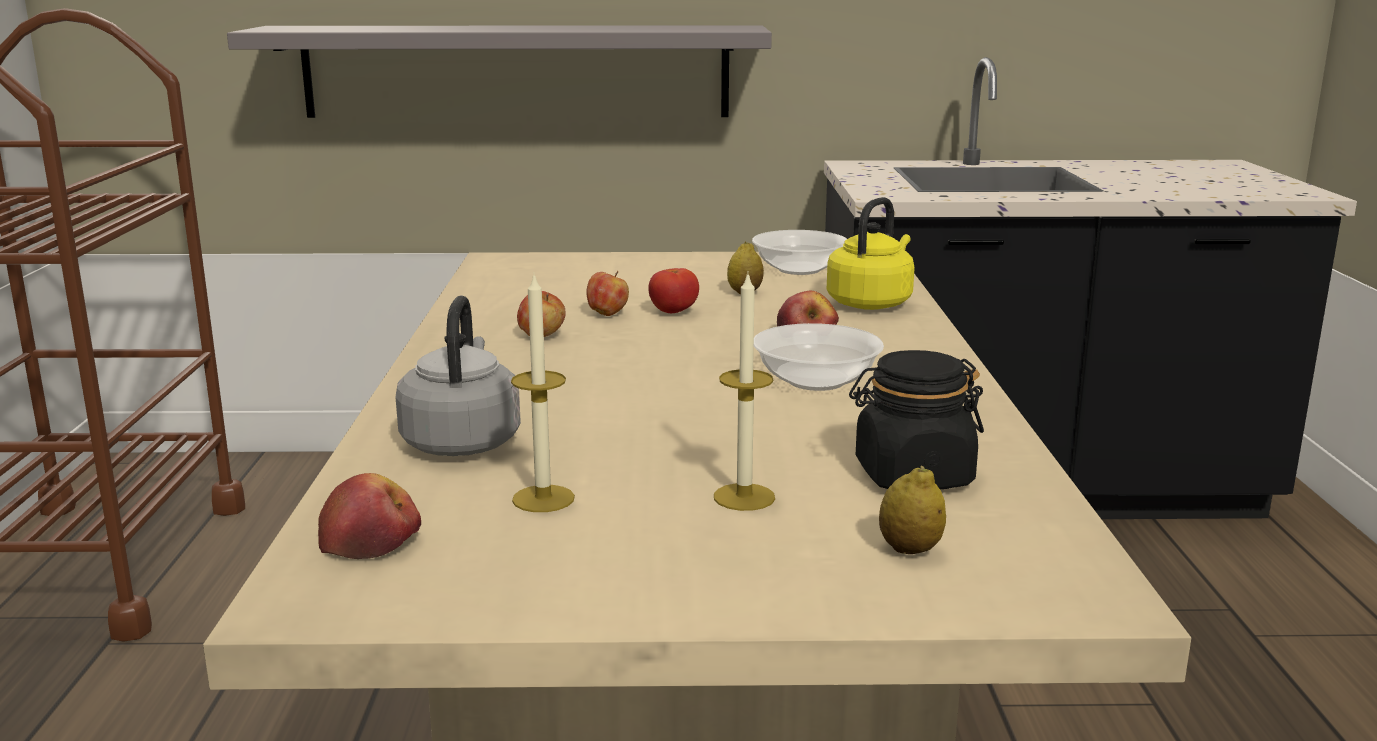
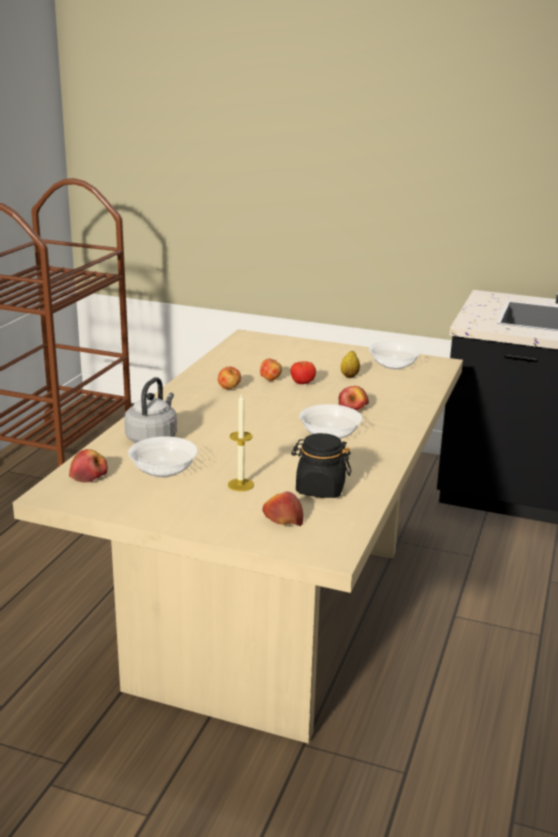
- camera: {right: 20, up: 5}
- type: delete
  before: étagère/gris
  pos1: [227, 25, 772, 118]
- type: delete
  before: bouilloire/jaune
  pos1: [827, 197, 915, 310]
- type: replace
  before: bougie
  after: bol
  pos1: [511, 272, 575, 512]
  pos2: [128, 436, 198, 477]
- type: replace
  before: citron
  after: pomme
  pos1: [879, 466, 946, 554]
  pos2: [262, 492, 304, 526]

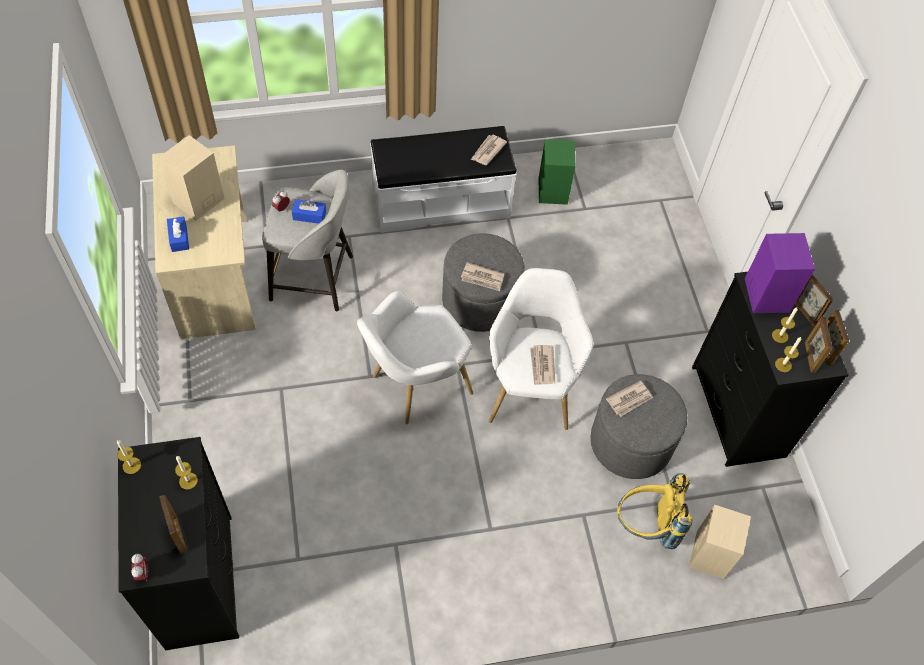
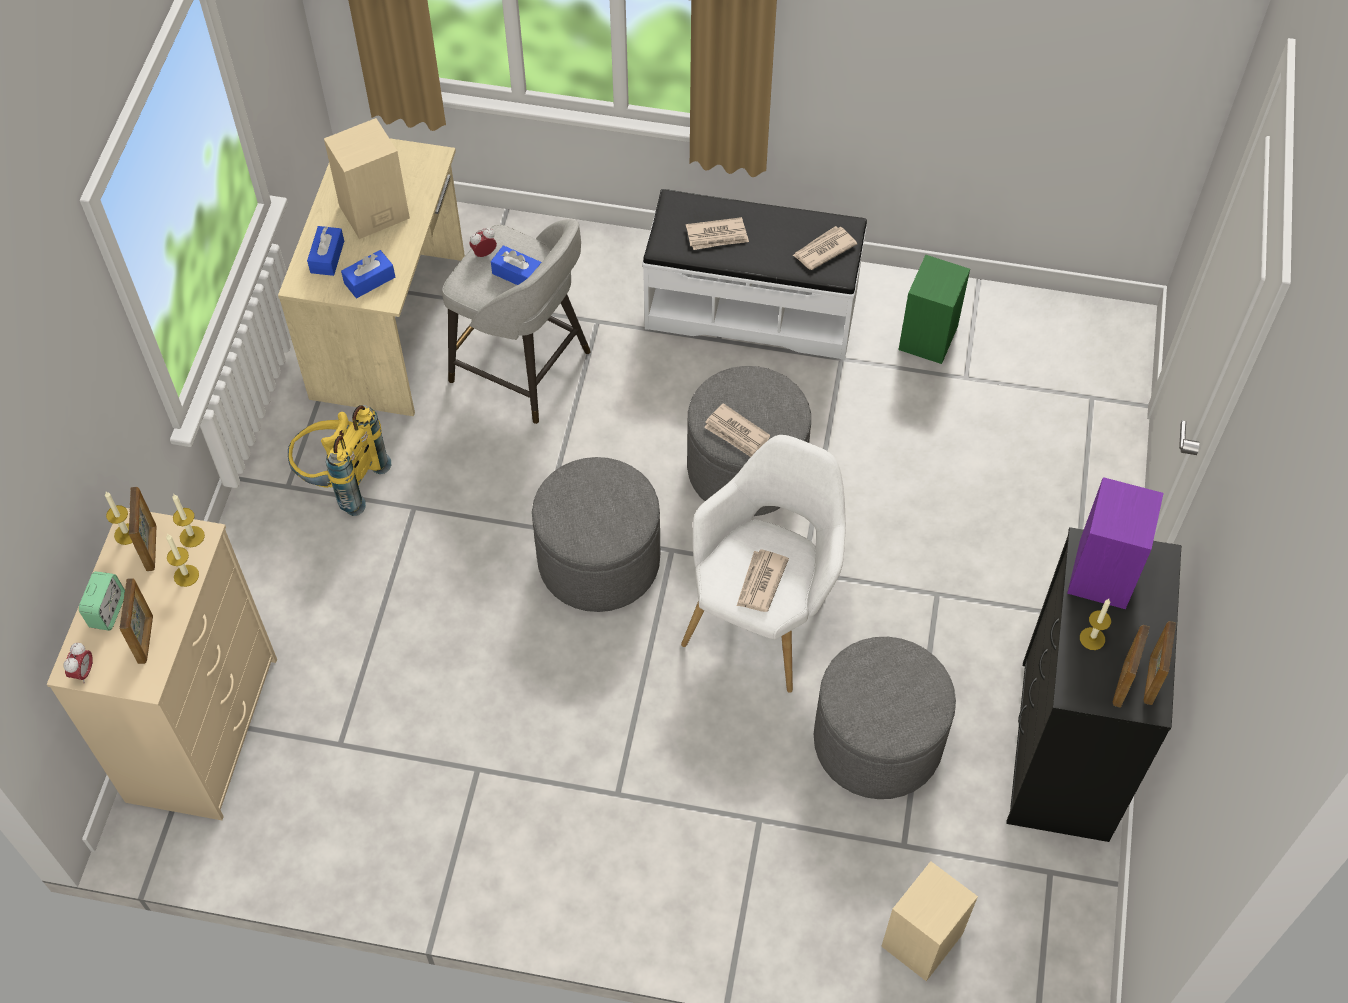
- camera: {right: 25, up: 0}
- type: insert
  after: réveil
  pos2: [79, 571, 125, 631]
- type: insert
  after: boîte à mouchoirs/bleu
  pos2: [341, 250, 395, 298]
- type: move
  before: journal
  pos1: [606, 380, 653, 417]
  pos2: [686, 217, 749, 250]
- type: move
  before: sac à dos/jaune
  pos1: [617, 473, 693, 549]
  pos2: [288, 405, 391, 516]
- type: move
  before: bougie
  pos1: [775, 337, 801, 372]
  pos2: [172, 494, 205, 547]
- type: move
  before: cadre photo
  pos1: [795, 274, 833, 327]
  pos2: [129, 487, 156, 571]
- type: replace
  before: fauteuil/blanc
  after: pouf/gris
  pos1: [357, 291, 473, 424]
  pos2: [532, 457, 660, 612]
- type: recolor
  before: commode/noir
  after: commode/beige
  pos1: [118, 437, 239, 650]
  pos2: [47, 508, 277, 820]

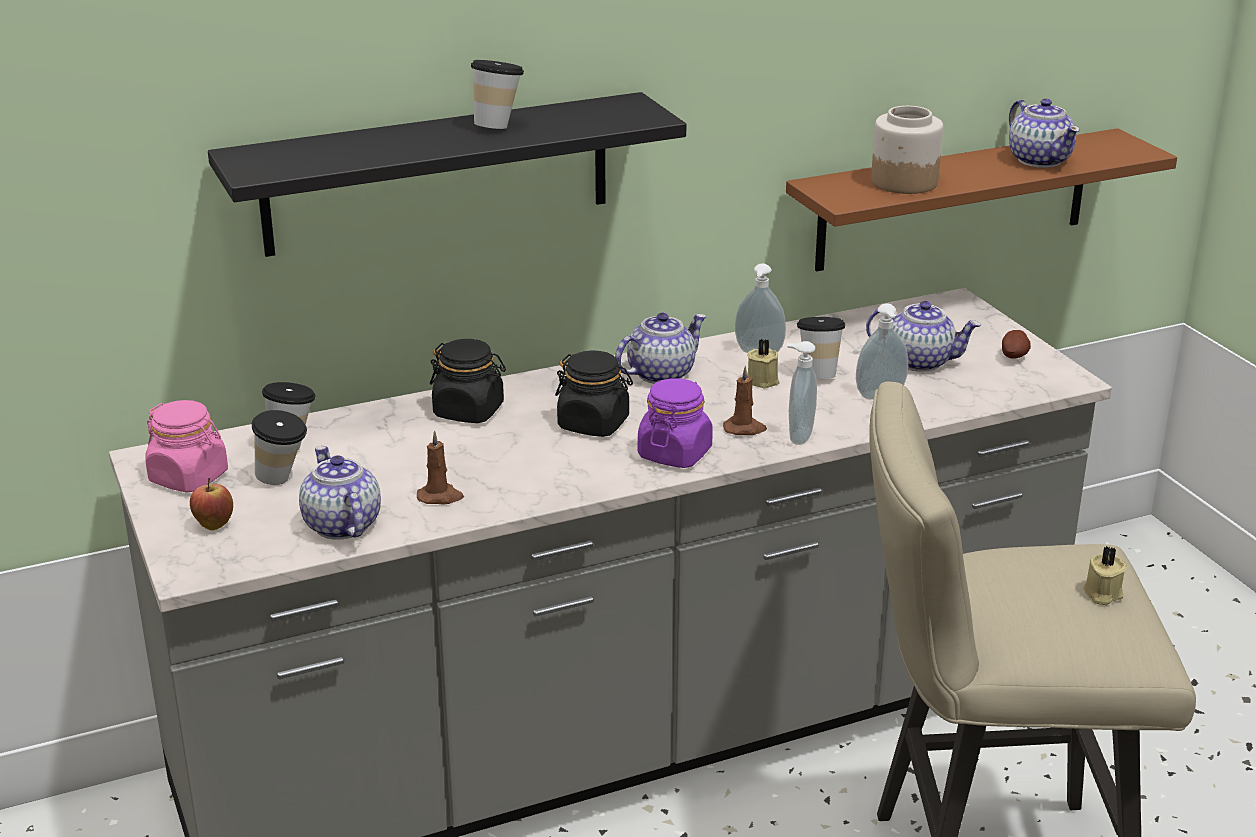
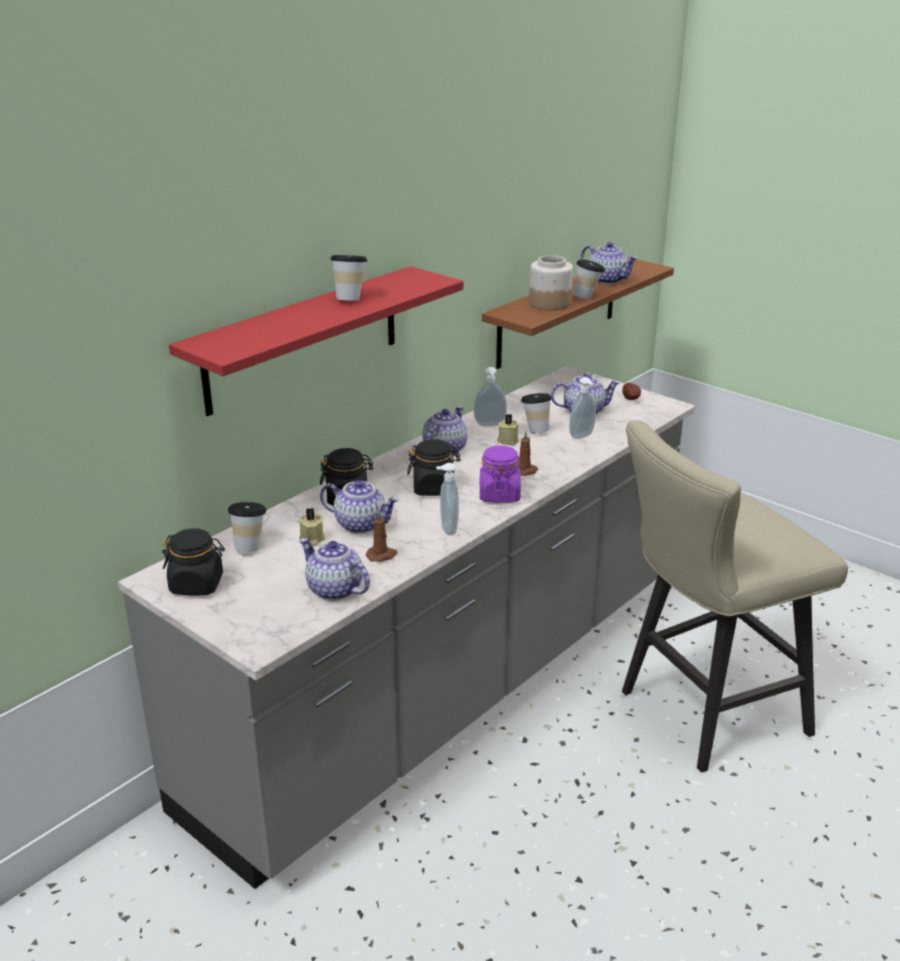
- camera: {right: -25, up: 0}
- type: delete
  before: pomme
  pos1: [190, 478, 233, 530]
- type: insert
  after: théière
  pos2: [320, 480, 400, 533]
- type: move
  before: tasse
  pos1: [252, 410, 307, 485]
  pos2: [573, 259, 605, 299]
- type: move
  before: distributeur de savon
  pos1: [787, 341, 817, 445]
  pos2: [436, 463, 459, 535]
- type: move
  before: bougie/beige
  pos1: [1083, 546, 1127, 605]
  pos2: [299, 508, 325, 546]
- type: recolor
  before: bocal/rose
  after: bocal/noir
  pos1: [145, 400, 228, 492]
  pos2: [162, 528, 225, 595]
- type: recolor
  before: étagère/noir
  after: étagère/rouge
  pos1: [208, 92, 686, 257]
  pos2: [169, 266, 463, 416]

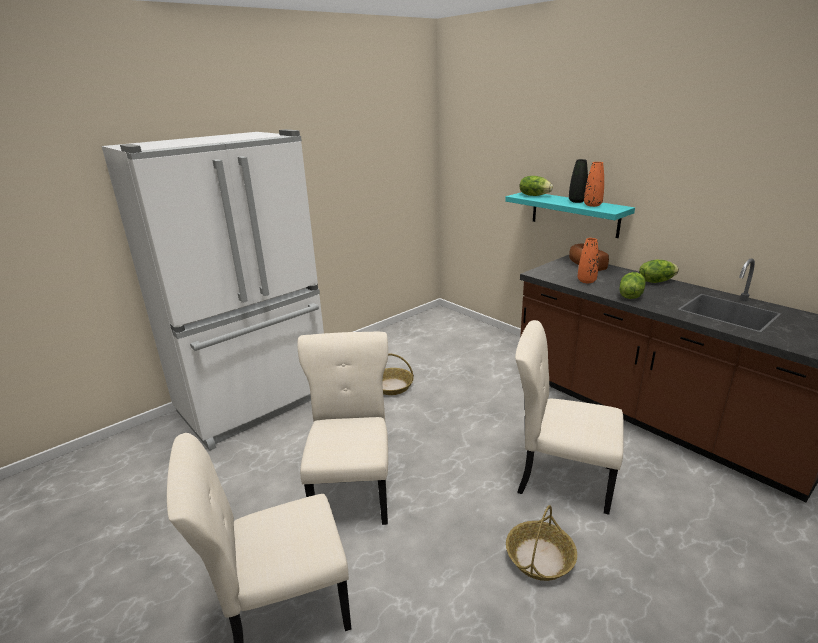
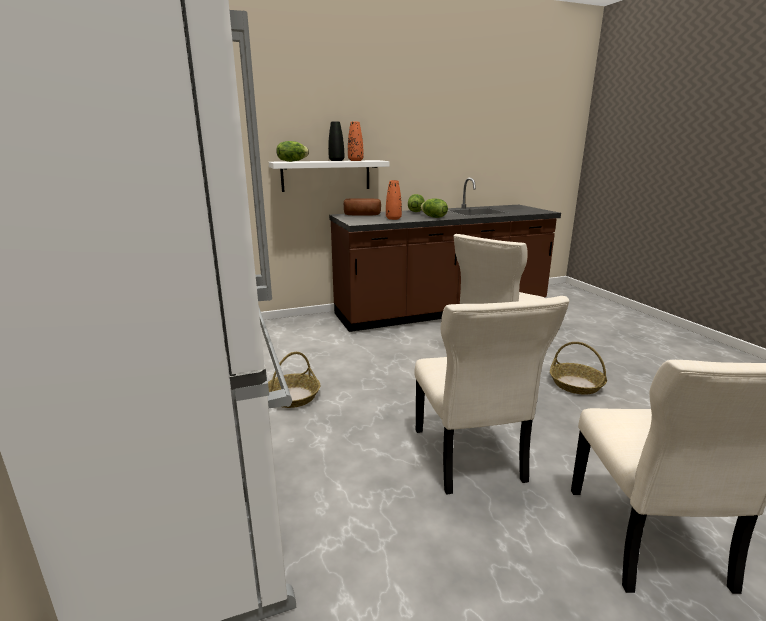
- camera: {right: -70, up: -5}
- type: recolor
  before: étagère/turquoise
  after: étagère/blanc
  pos1: [505, 192, 635, 238]
  pos2: [269, 160, 390, 192]
- type: rotate
  before: chaise/beige
  pos1: [297, 332, 388, 525]
  pos2: [414, 296, 569, 495]
  turn: -120

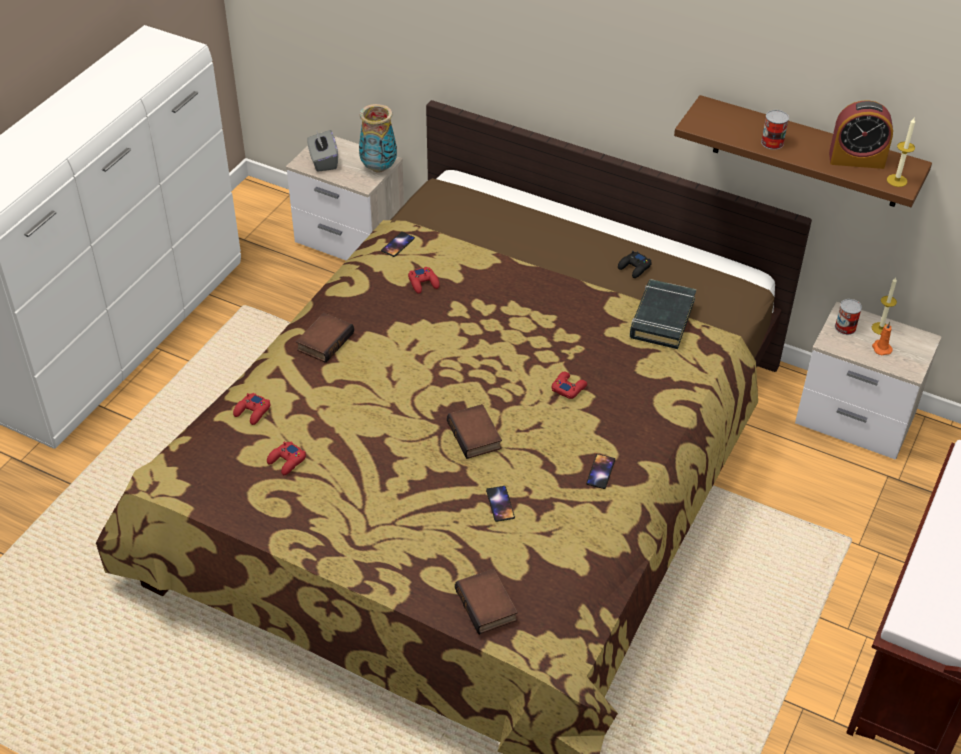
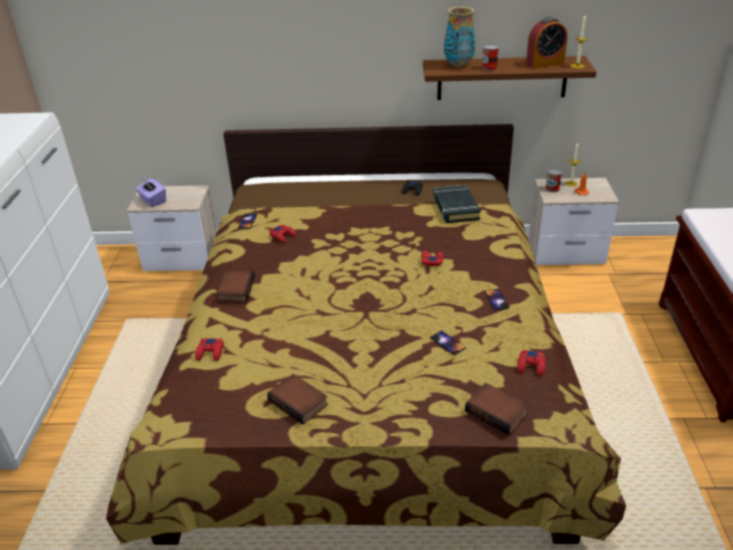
- camera: {right: -25, up: -10}
- type: move
  before: manette/rouge
  pos1: [267, 442, 306, 475]
  pos2: [517, 350, 546, 376]
- type: move
  before: vase
  pos1: [359, 104, 397, 173]
  pos2: [444, 7, 475, 67]
- type: move
  before: livre
  pos1: [447, 404, 502, 459]
  pos2: [267, 374, 328, 425]
- type: recolor
  before: boîte à mouchoirs/gris
  after: boîte à mouchoirs/violet
  pos1: [307, 130, 338, 172]
  pos2: [136, 178, 166, 207]

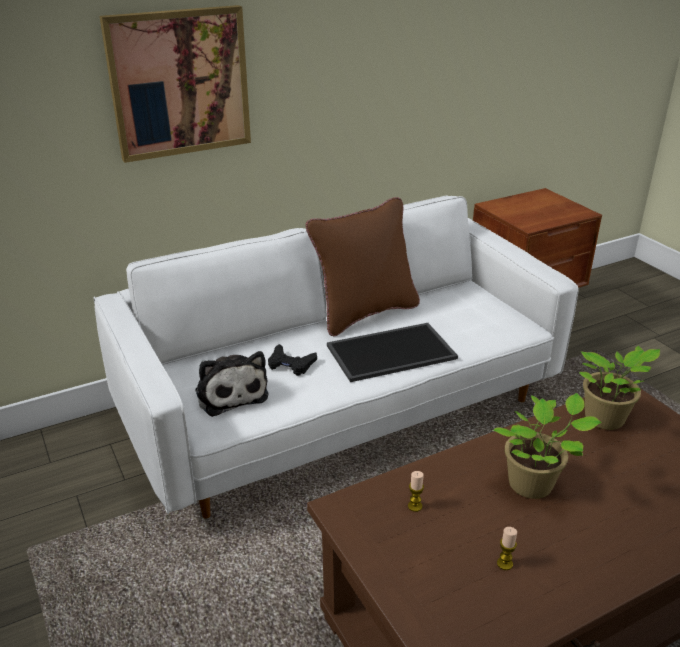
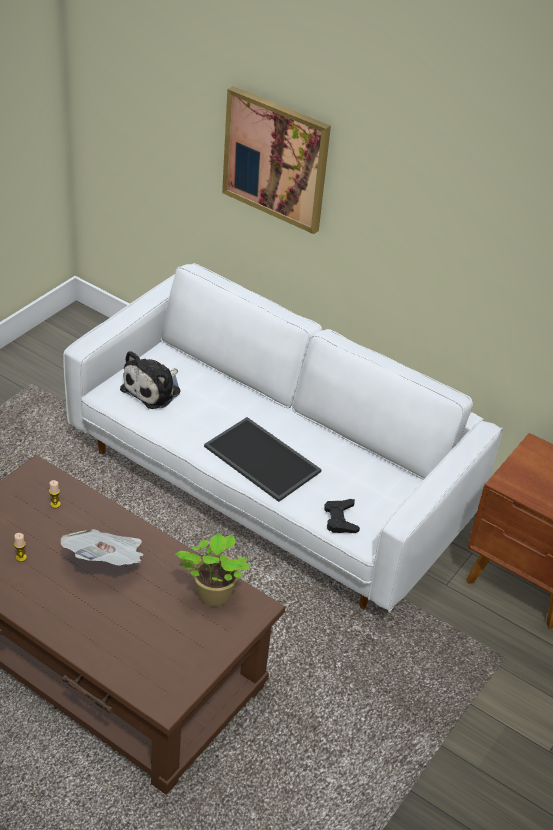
- camera: {right: 60, up: 10}
- type: delete
  before: coussin/marron
  pos1: [306, 197, 420, 336]
- type: move
  before: manette/noir
  pos1: [268, 344, 317, 376]
  pos2: [324, 499, 360, 533]
- type: replace
  before: plante en pot
  after: journal
  pos1: [493, 393, 602, 499]
  pos2: [61, 529, 143, 566]

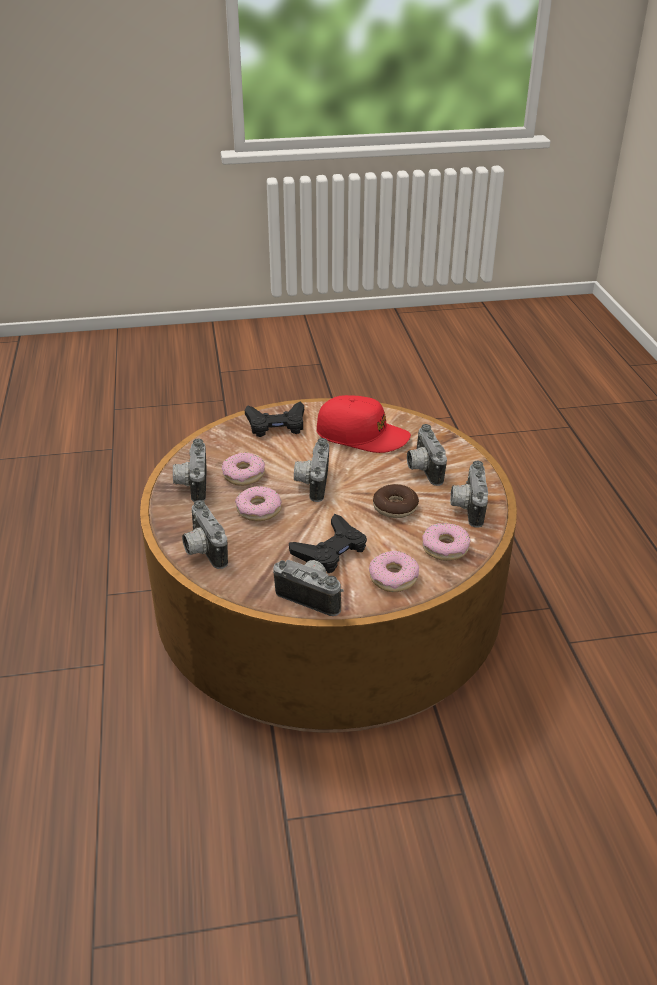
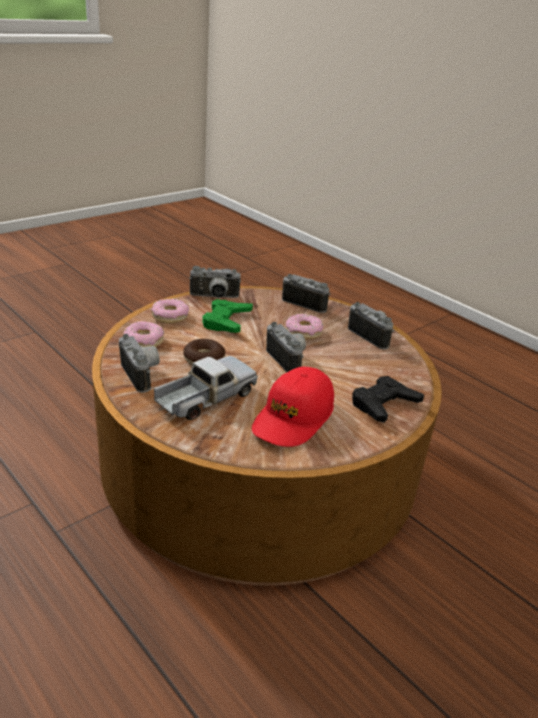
- camera: {right: 145, up: -5}
- type: delete
  before: beignet
  pos1: [222, 452, 265, 486]
- type: replace
  before: appareil photo
  after: camion jouet
  pos1: [407, 424, 447, 486]
  pos2: [154, 356, 258, 420]
- type: recolor
  before: manette/noir
  after: manette/vert
  pos1: [289, 514, 367, 573]
  pos2: [202, 299, 253, 333]
- type: rotate
  before: casquette/rouge
  pos1: [317, 395, 411, 453]
  pos2: [252, 367, 334, 447]
  turn: -45

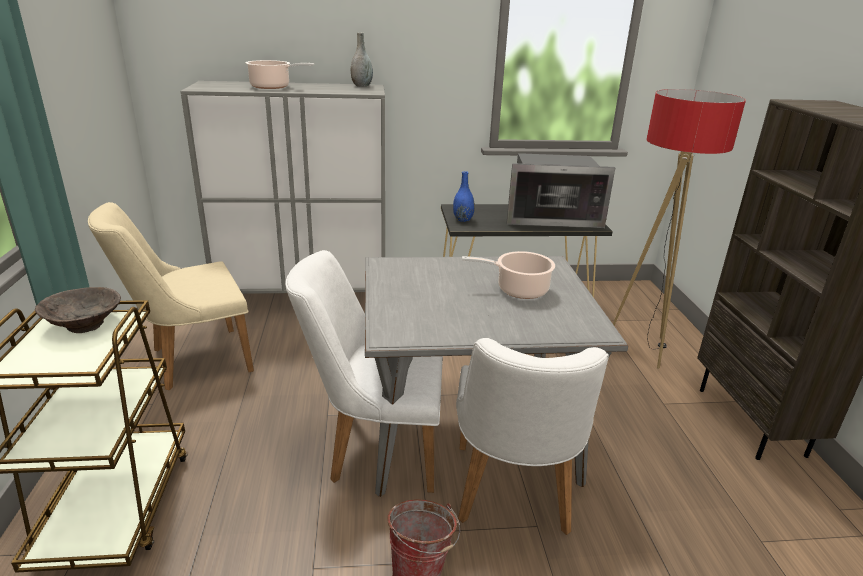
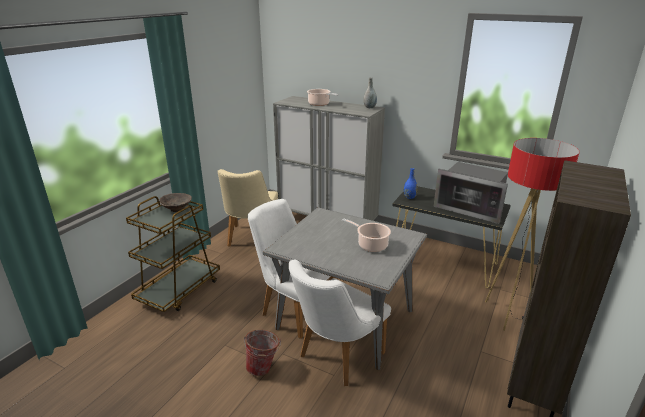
- camera: {right: 35, up: 0}
- type: rotate
  before: chaise/beige
  pos1: [88, 202, 254, 390]
  pos2: [218, 169, 278, 247]
  turn: -90

